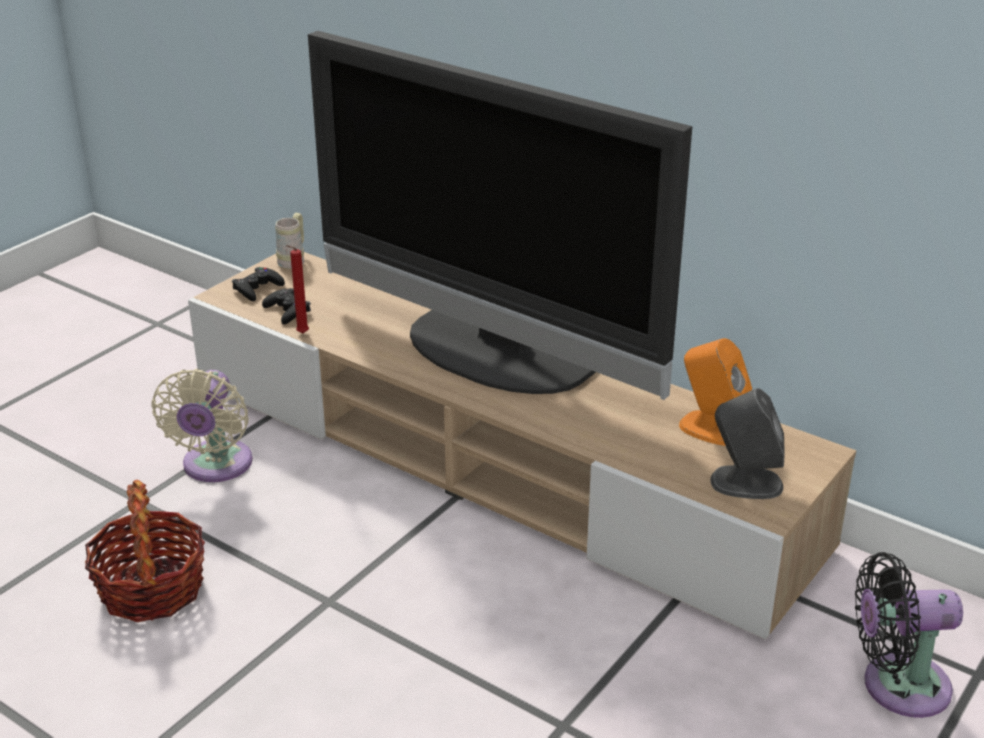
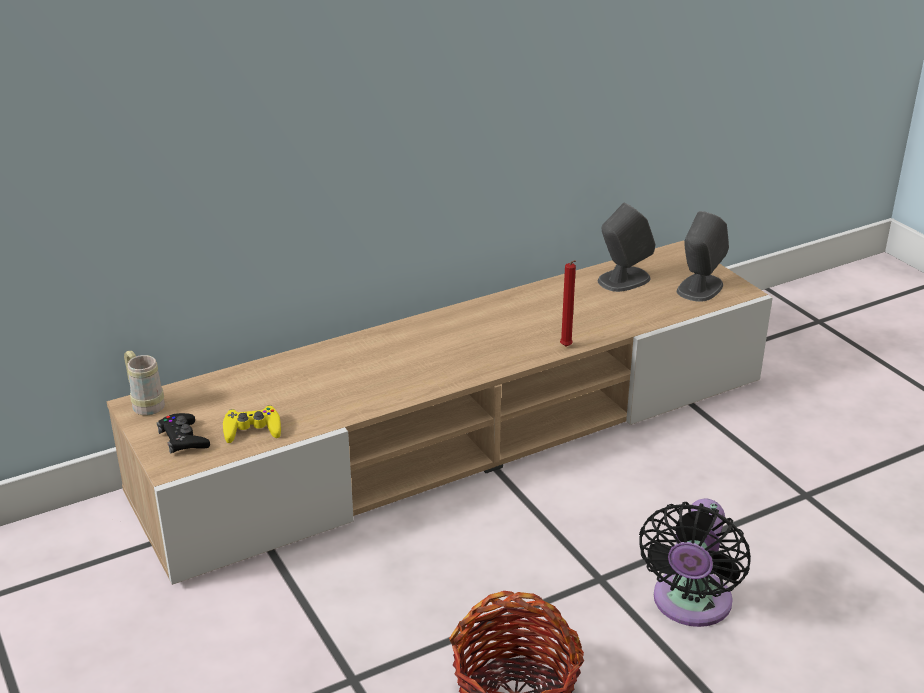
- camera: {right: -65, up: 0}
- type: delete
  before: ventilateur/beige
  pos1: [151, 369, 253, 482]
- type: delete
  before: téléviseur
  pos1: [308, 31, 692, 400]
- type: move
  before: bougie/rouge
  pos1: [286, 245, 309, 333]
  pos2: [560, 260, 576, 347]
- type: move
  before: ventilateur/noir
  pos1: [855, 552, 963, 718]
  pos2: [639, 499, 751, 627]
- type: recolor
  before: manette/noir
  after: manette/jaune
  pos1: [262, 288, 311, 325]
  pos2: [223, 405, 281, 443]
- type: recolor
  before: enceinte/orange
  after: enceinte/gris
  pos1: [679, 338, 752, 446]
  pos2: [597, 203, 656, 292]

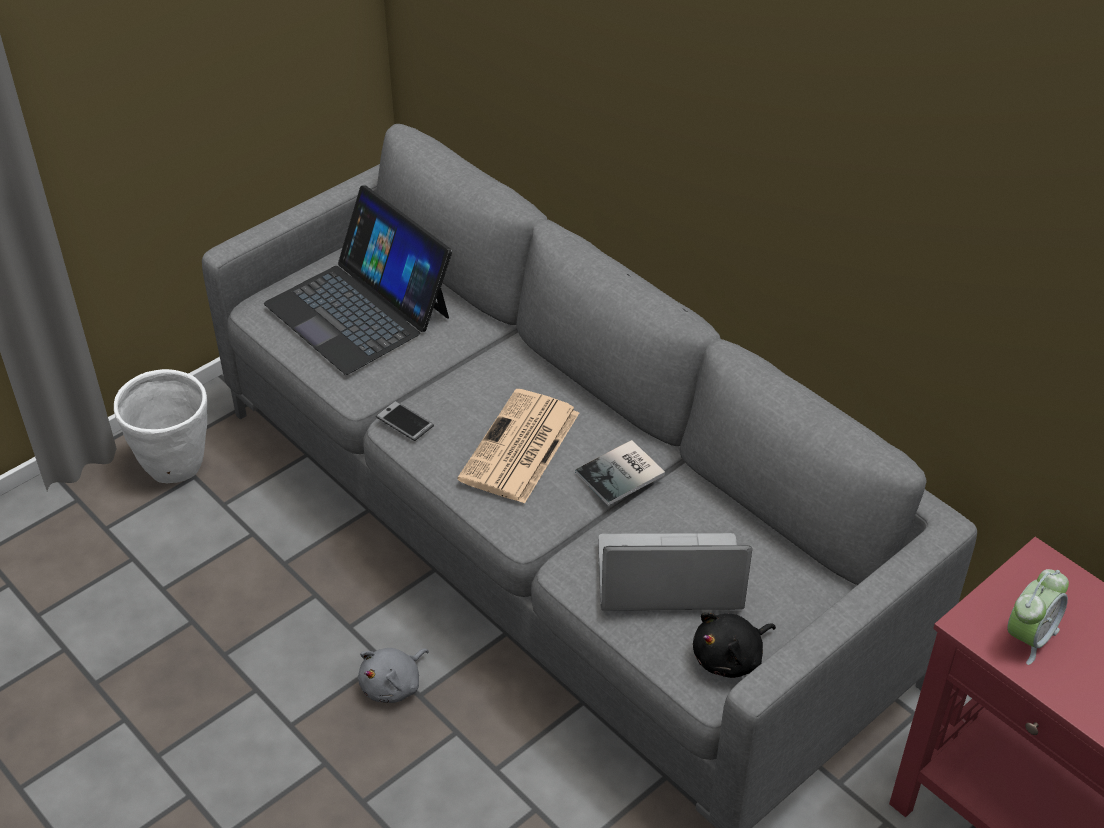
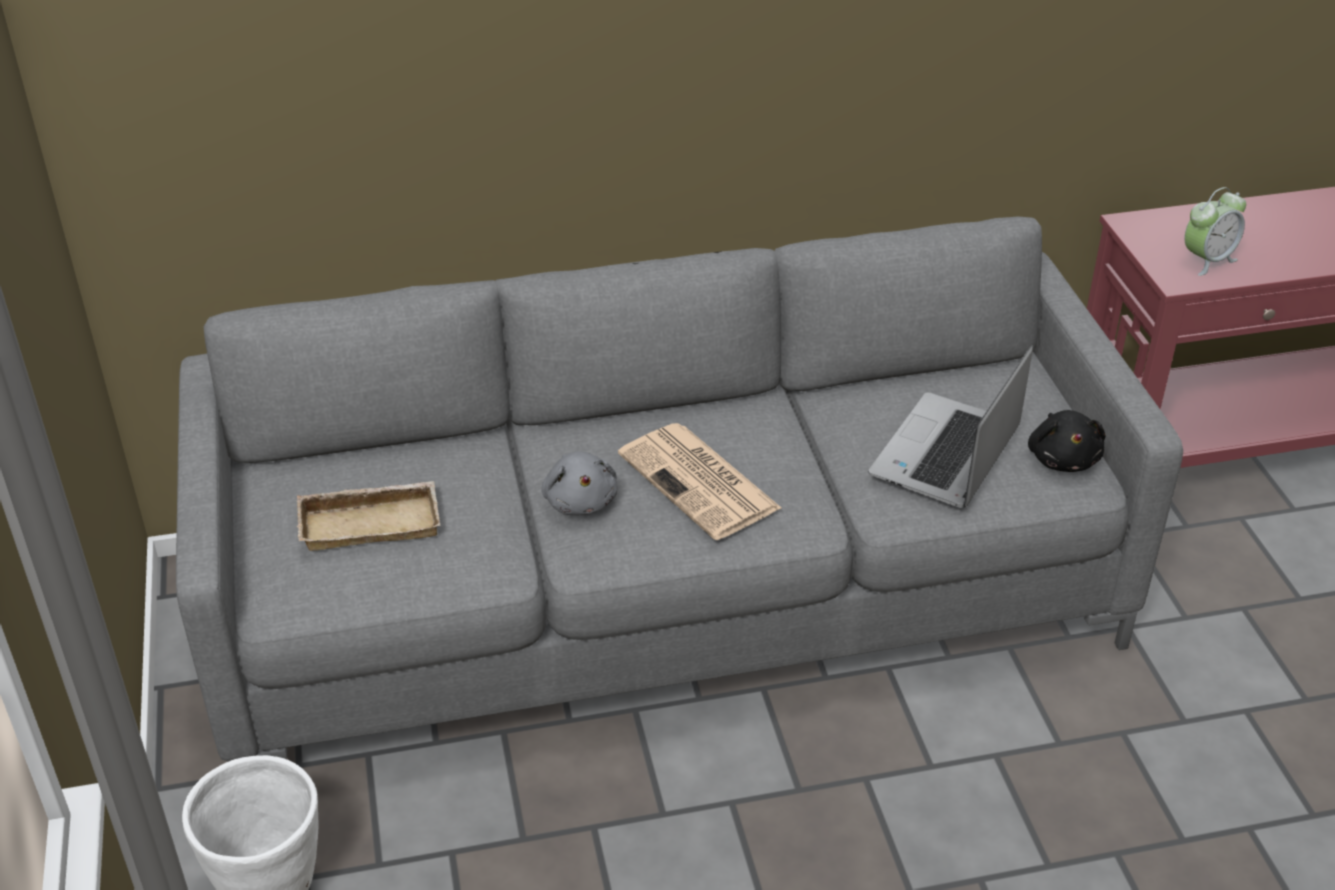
- camera: {right: -60, up: -5}
- type: delete
  before: téléphone
  pos1: [376, 401, 434, 441]
- type: delete
  before: livre
  pos1: [575, 440, 665, 506]
- type: move
  before: peluche/gris
  pos1: [358, 648, 429, 703]
  pos2: [541, 451, 617, 515]
- type: replace
  before: ordinateur portable
  after: plateau/beige
  pos1: [264, 186, 452, 375]
  pos2: [296, 481, 440, 551]
- type: rotate
  before: réveil
  pos1: [1007, 569, 1069, 665]
  pos2: [1184, 187, 1246, 276]
  turn: 75

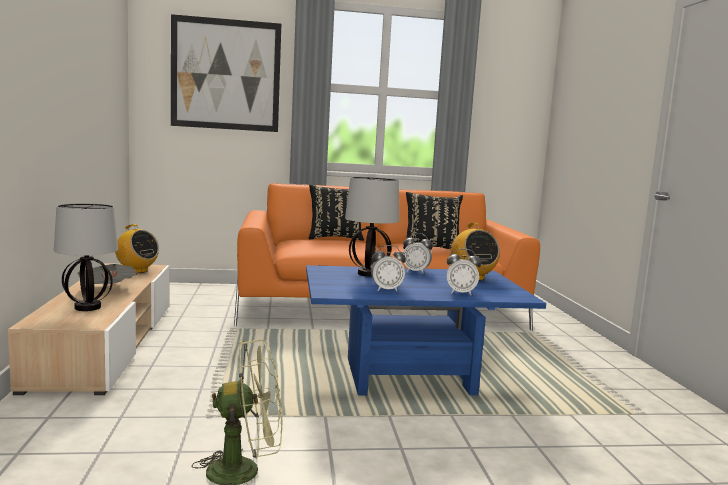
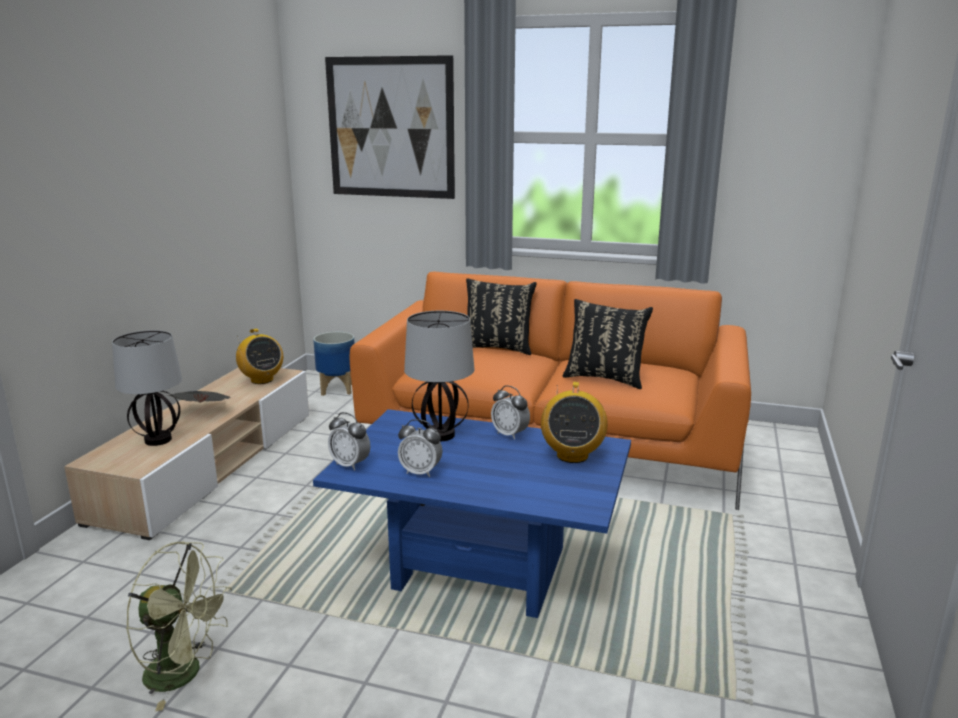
- camera: {right: 25, up: 10}
- type: insert
  after: cache-pot
  pos2: [313, 332, 355, 396]
- type: move
  before: réveil
  pos1: [447, 249, 481, 295]
  pos2: [328, 412, 370, 471]

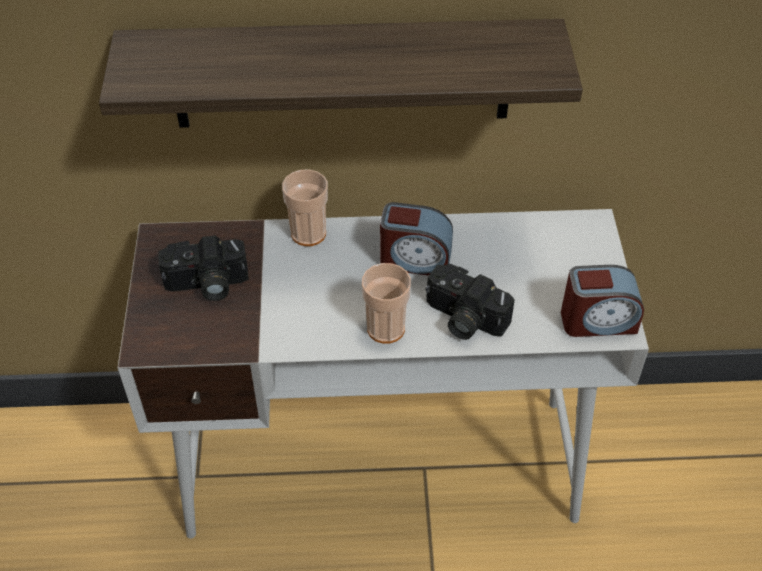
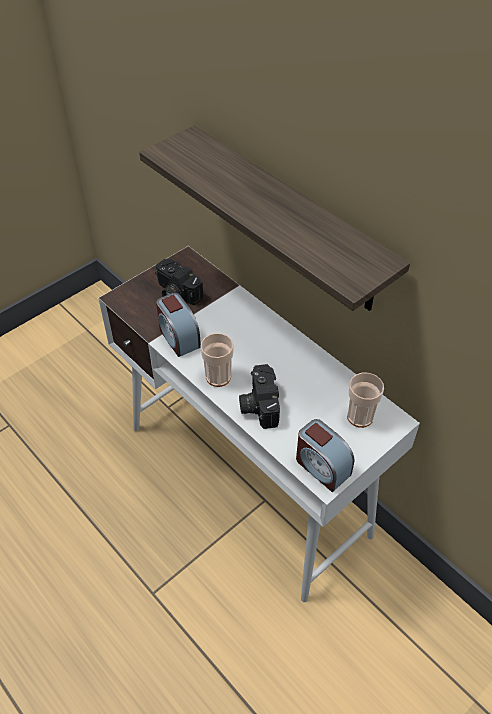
- camera: {right: 50, up: 0}
- type: move
  before: tasse
  pos1: [282, 170, 328, 246]
  pos2: [347, 372, 384, 428]
- type: move
  before: réveil
  pos1: [380, 202, 453, 276]
  pos2: [156, 293, 201, 357]

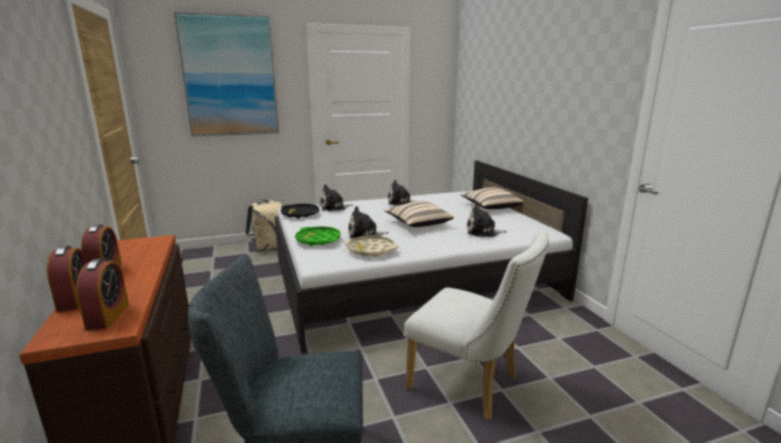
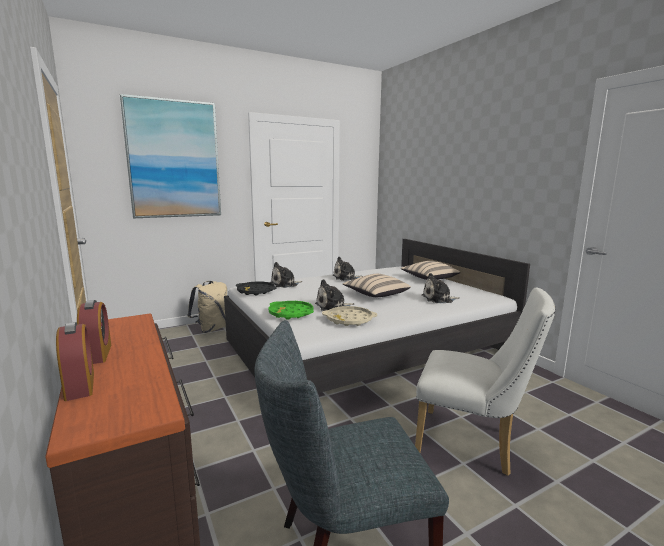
- camera: {right: -10, up: -5}
- type: delete
  before: réveil
  pos1: [76, 259, 129, 330]

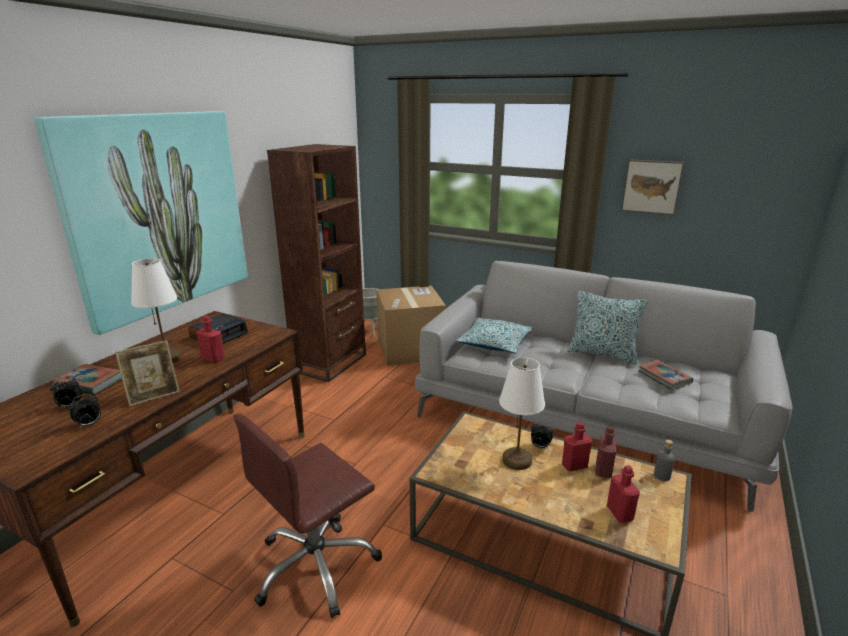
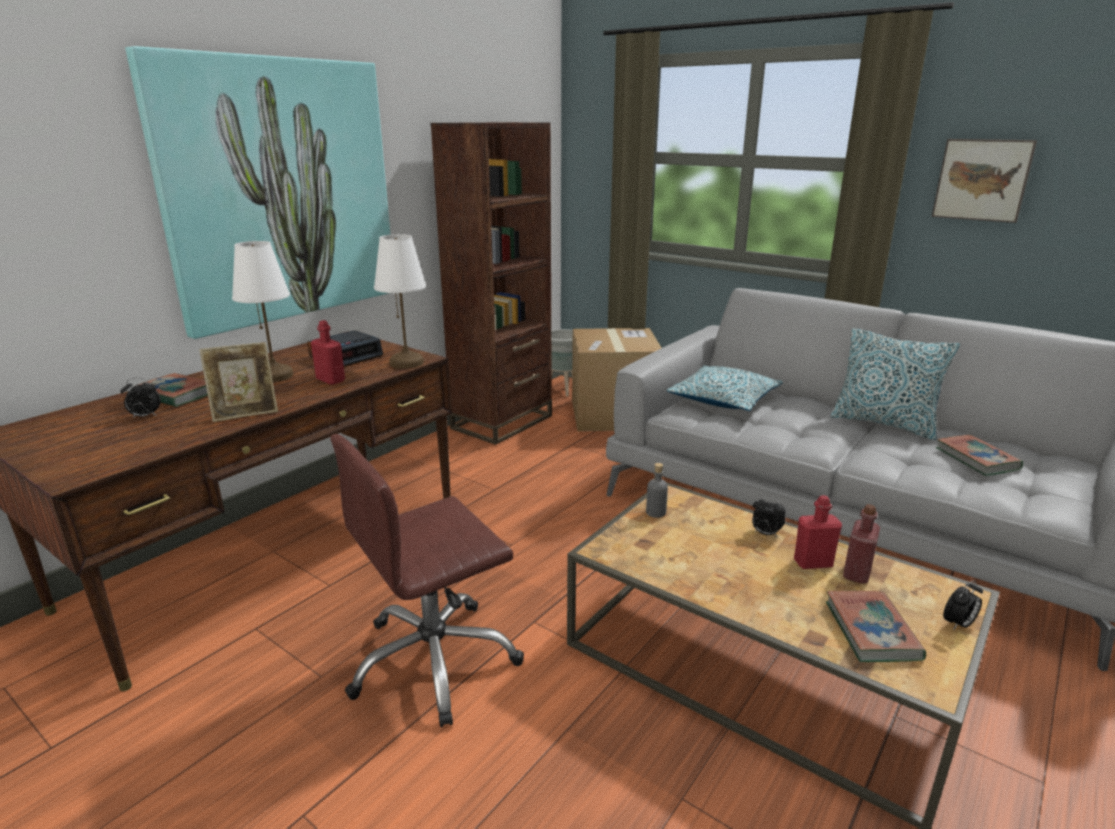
- camera: {right: 10, up: 0}
- type: move
  before: réveil
  pos1: [68, 394, 101, 428]
  pos2: [943, 580, 983, 631]
- type: move
  before: lampe de table/blanc
  pos1: [499, 357, 545, 470]
  pos2: [374, 234, 426, 369]
- type: move
  before: bouteille/gris
  pos1: [654, 440, 675, 481]
  pos2: [646, 463, 668, 518]
- type: replace
  before: bouteille/rouge
  after: livre
  pos1: [607, 465, 640, 523]
  pos2: [826, 591, 926, 662]

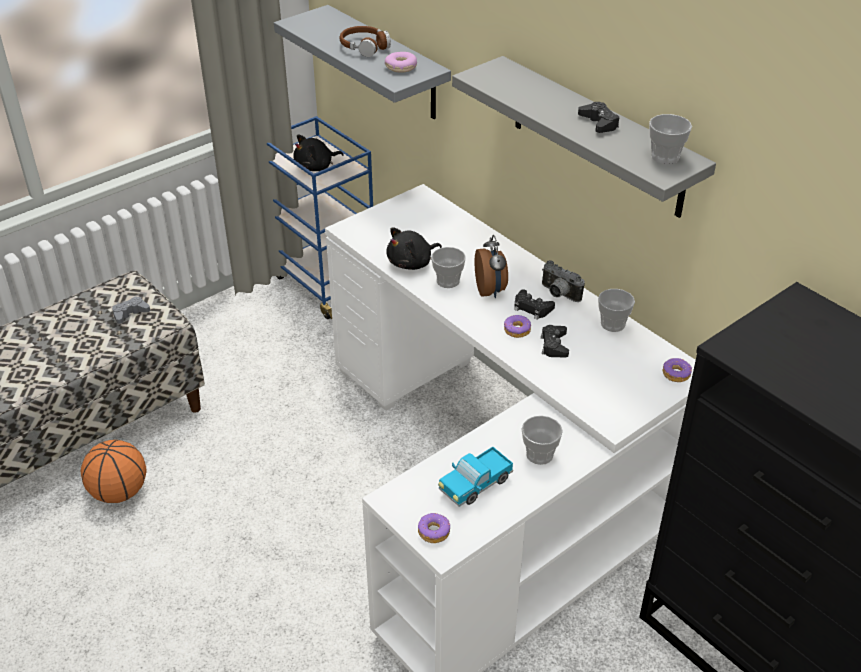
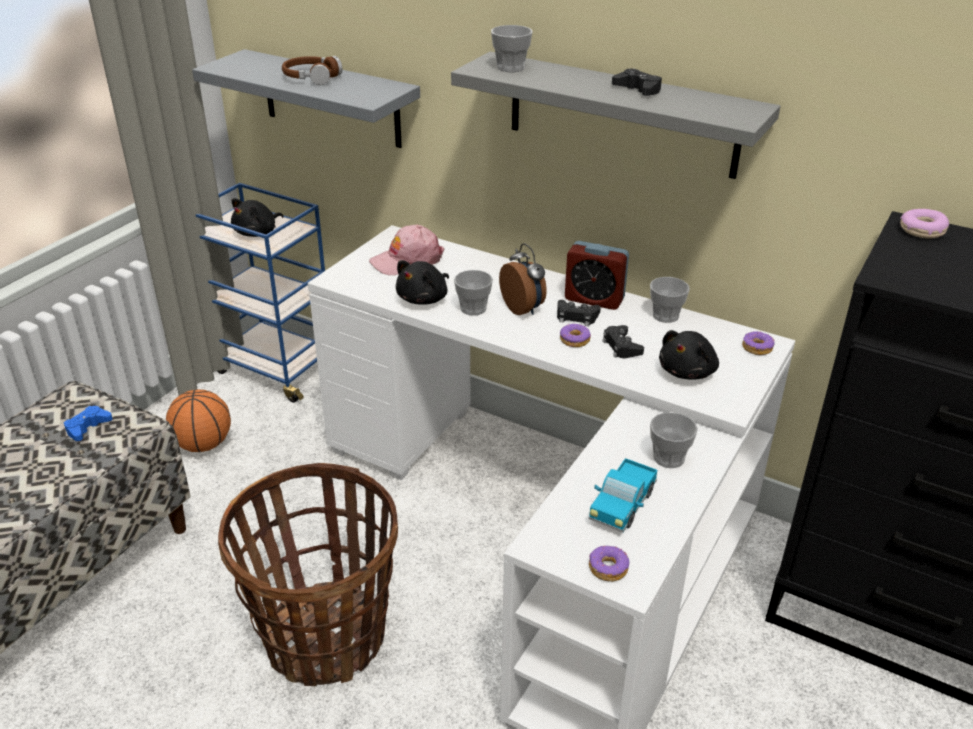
- camera: {right: -20, up: -5}
- type: insert
  after: panier
  pos2: [218, 463, 398, 686]
- type: insert
  after: casquette/rose
  pos2: [369, 225, 444, 275]
- type: insert
  after: peluche/noir
  pos2: [659, 330, 719, 380]
- type: move
  before: ballon de basket
  pos1: [81, 440, 147, 503]
  pos2: [166, 390, 231, 452]
- type: move
  before: beignet
  pos1: [385, 52, 417, 73]
  pos2: [900, 209, 949, 238]
- type: move
  before: tasse
  pos1: [649, 114, 692, 164]
  pos2: [491, 25, 532, 72]
- type: replace
  before: appareil photo
  after: réveil
  pos1: [542, 260, 585, 302]
  pos2: [565, 241, 629, 310]
- type: recolor
  before: manette/gris
  after: manette/bleu
  pos1: [112, 296, 150, 324]
  pos2: [64, 406, 113, 441]

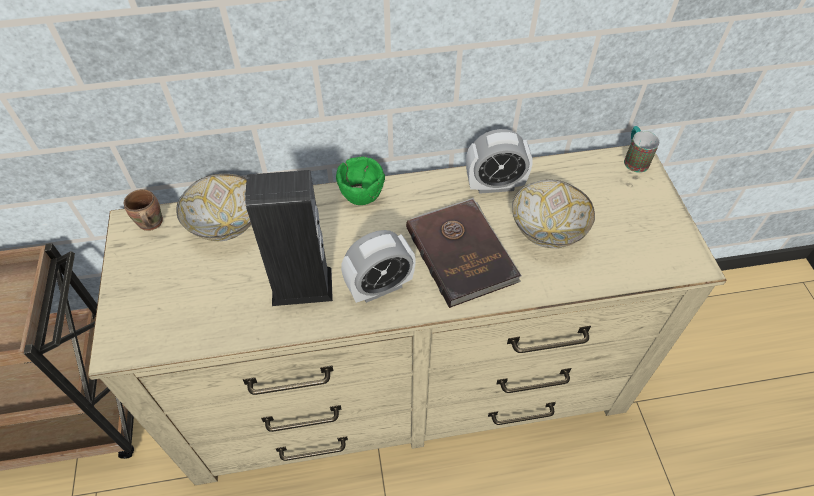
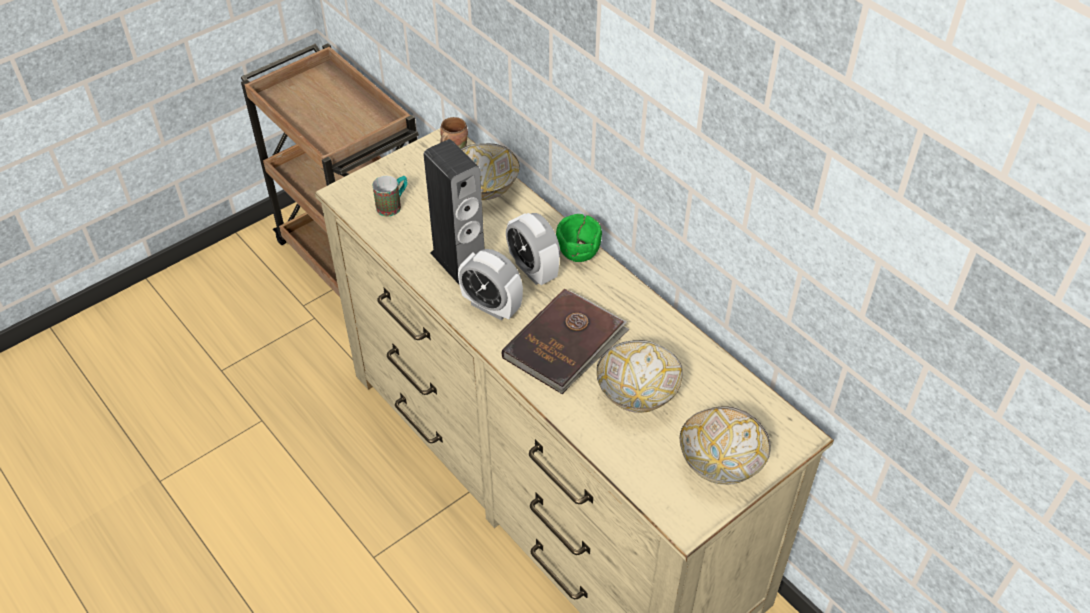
- camera: {right: 60, up: -5}
- type: insert
  after: bol
  pos2: [680, 407, 771, 485]
- type: move
  before: réveil
  pos1: [466, 129, 533, 194]
  pos2: [506, 213, 560, 285]
- type: move
  before: mug
  pos1: [624, 126, 659, 173]
  pos2: [373, 176, 408, 217]

